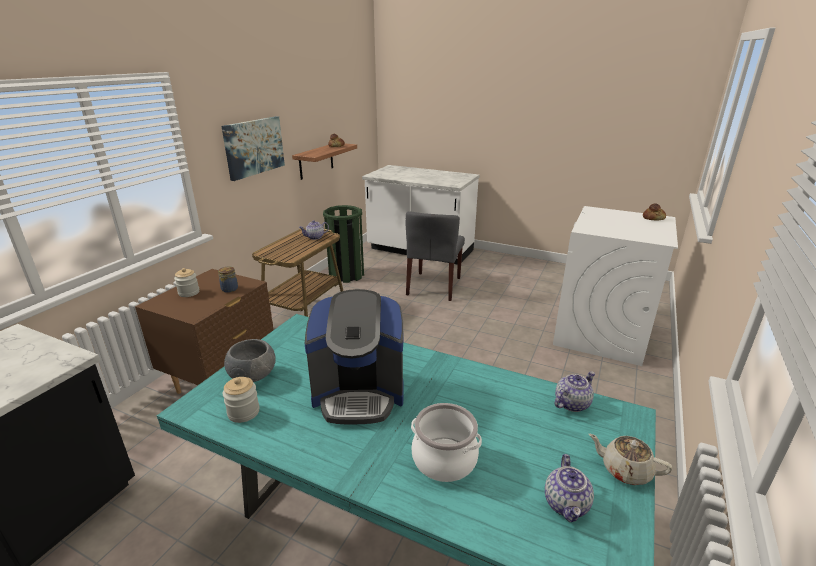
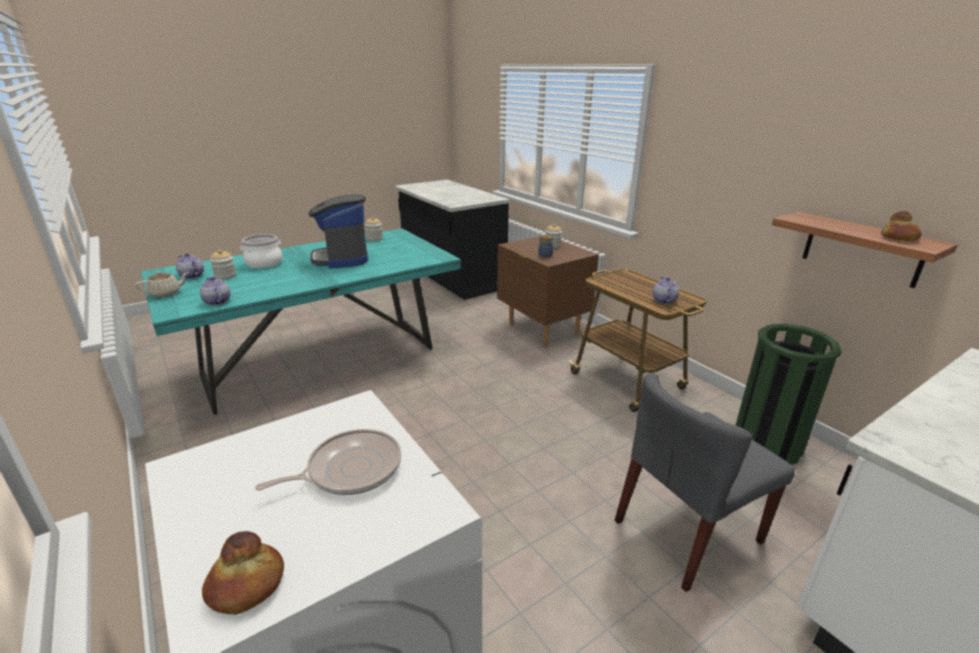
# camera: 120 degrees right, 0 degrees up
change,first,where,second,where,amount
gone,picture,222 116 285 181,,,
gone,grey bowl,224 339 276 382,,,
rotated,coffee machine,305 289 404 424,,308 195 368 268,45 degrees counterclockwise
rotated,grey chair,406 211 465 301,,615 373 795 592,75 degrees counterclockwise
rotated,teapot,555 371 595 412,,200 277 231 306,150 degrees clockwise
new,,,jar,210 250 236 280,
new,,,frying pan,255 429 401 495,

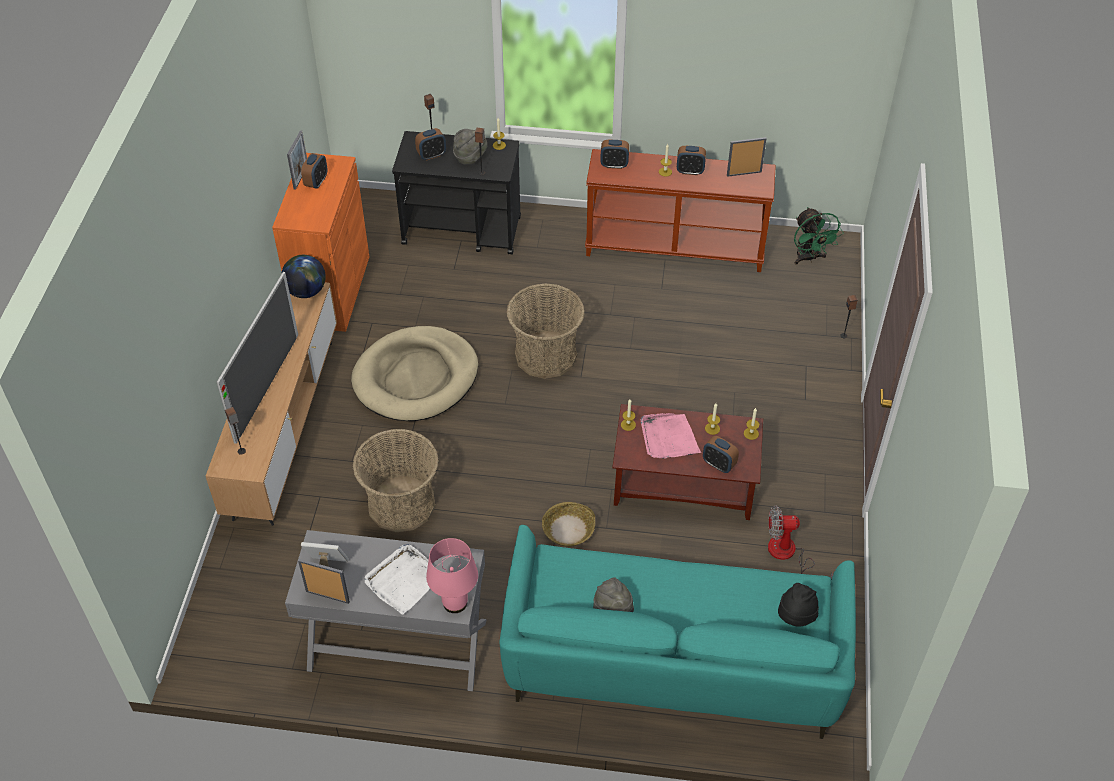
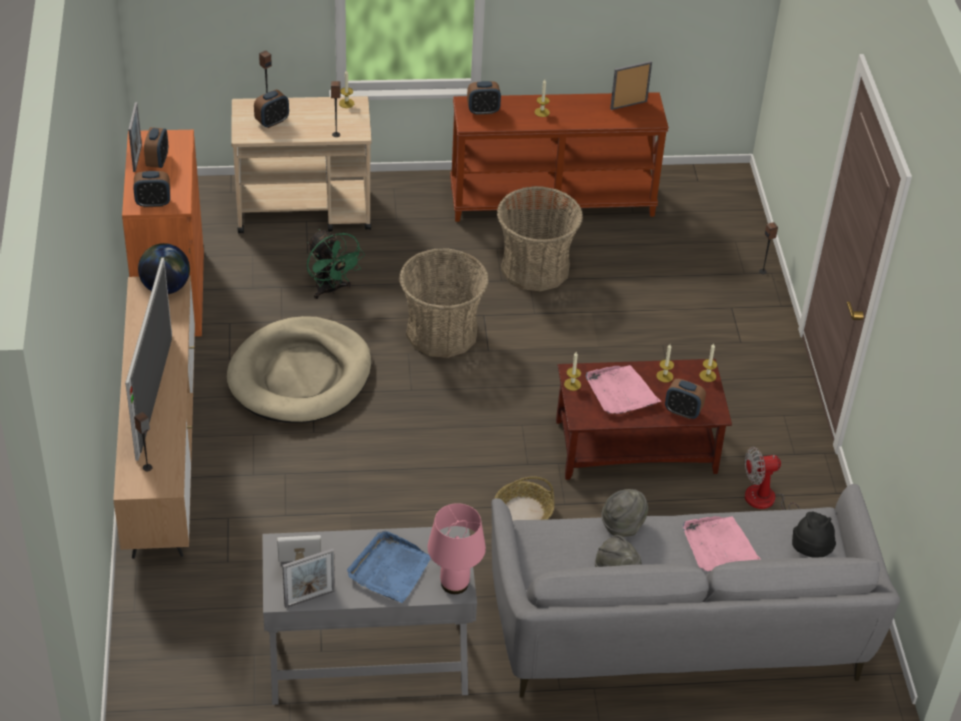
# camera: 15 degrees left, 5 degrees down
change,first,where,second,where,amount
rotated,picture frame,298 559 350 604,,282 549 335 608,150 degrees clockwise
shifted,basket,352 429 439 532,,497 186 583 291,
repainted,white tray,365 544 437 615,blue tray,347 531 431 603,
repainted,black cart,392 131 521 255,beige cart,231 96 372 233,
shifted,grey hat,453 129 487 164,,601 489 648 537,
repainted,turquoise sofa,499 525 856 739,grey sofa,491 484 900 698,
shifted,alarm clock,677 146 706 175,,134 171 170 207,
shifted,green fan,794 207 843 264,,307 229 365 299,
new,,,pink tray,682 516 761 571,

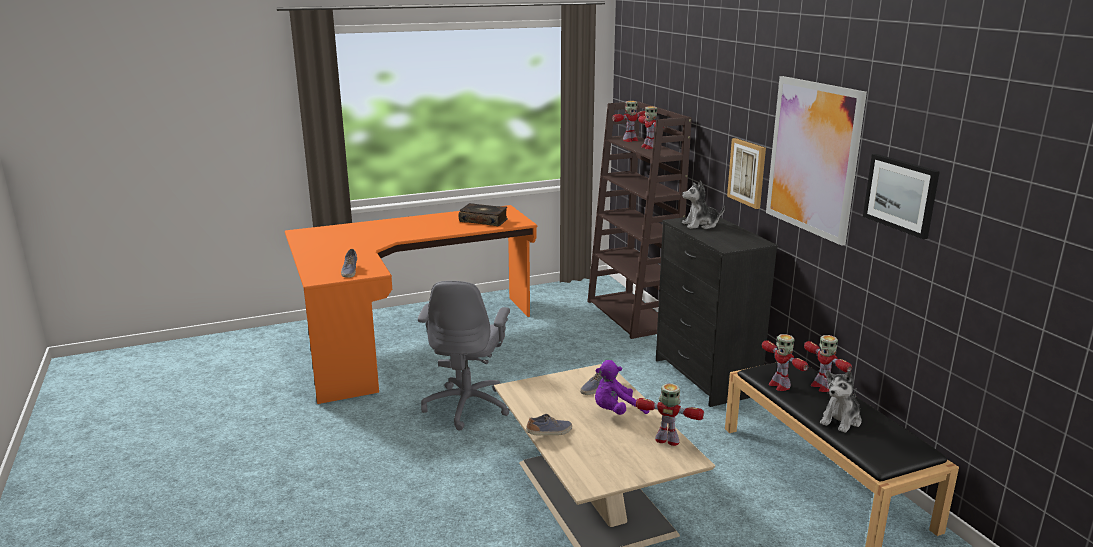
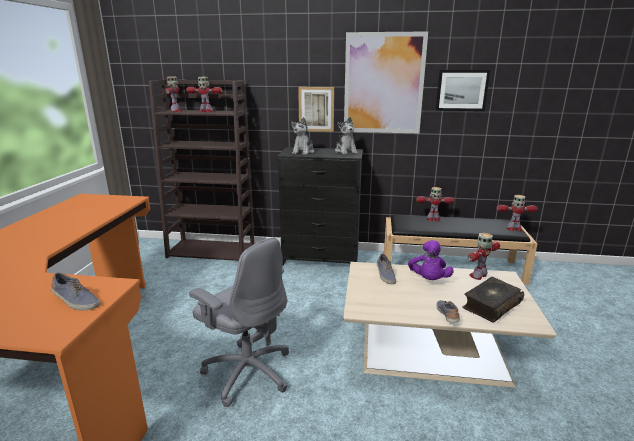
# camera: 60 degrees left, 0 degrees up
change,first,where,second,where,amount
shifted,book,459 203 508 226,,462 277 524 323,
shifted,toy robot,762 334 808 391,,497 195 538 231,
shifted,plush toy,820 370 861 433,,335 117 358 154,

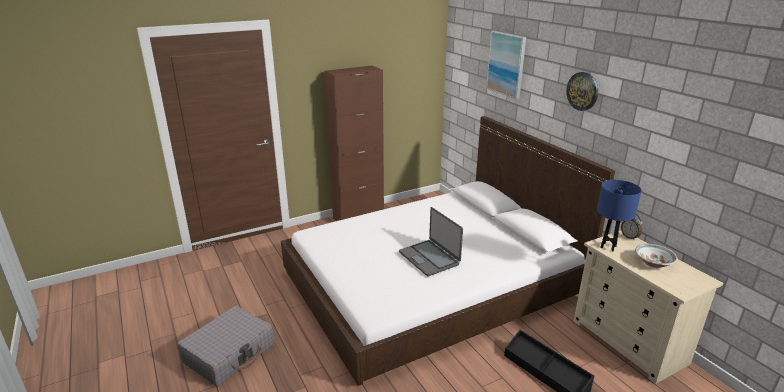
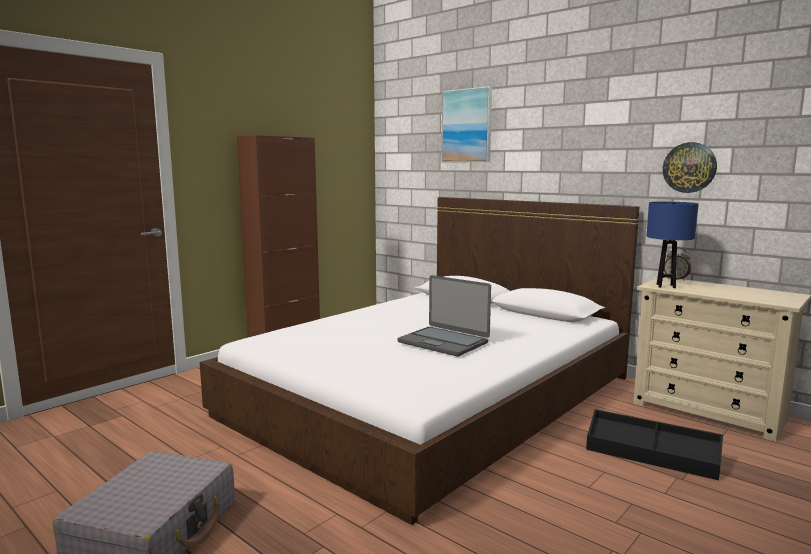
# camera: 20 degrees left, 15 degrees down
change,first,where,second,where,amount
shifted,wall clock,566 72 598 111,,663 142 717 193,
gone,bowl,635 244 678 268,,,

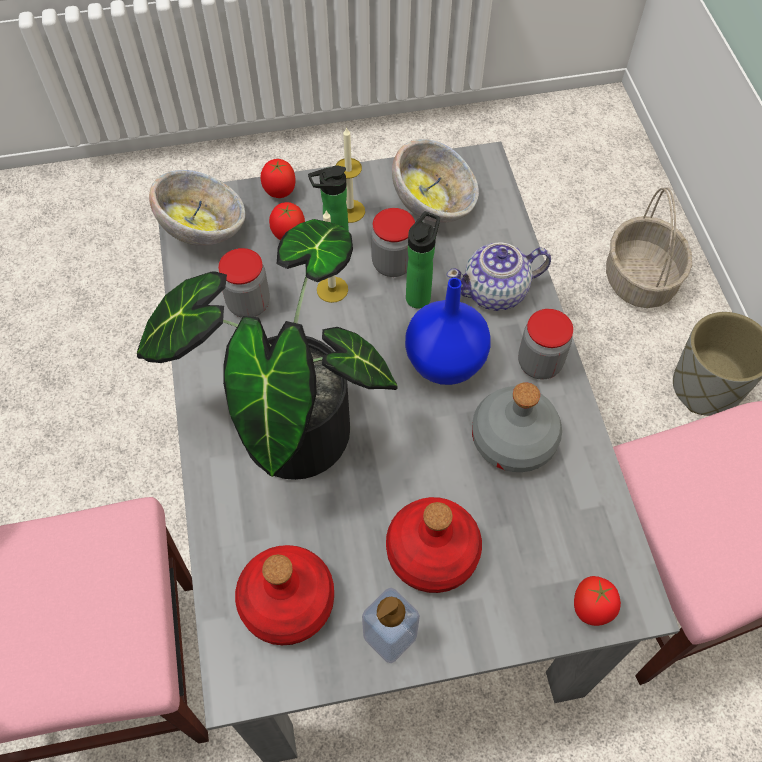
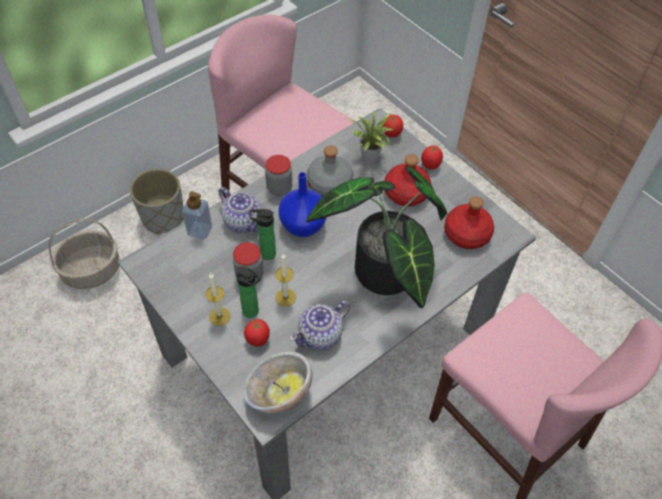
# camera: 120 degrees left, 5 degrees down
change,first,where,second,where,amount
swapped,jar,218 248 270 318,teapot,289 301 350 350,
shifted,tomato,261 159 295 198,,421 145 443 169,
shifted,soap dispenser,362 588 420 664,,182 191 212 239,
gone,bowl,392 139 479 223,,,
new,,,potted plant,346 110 393 163,

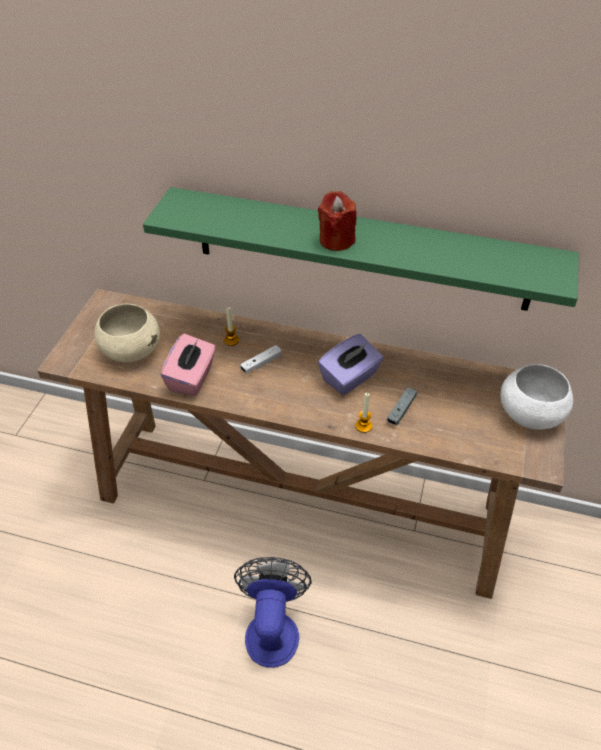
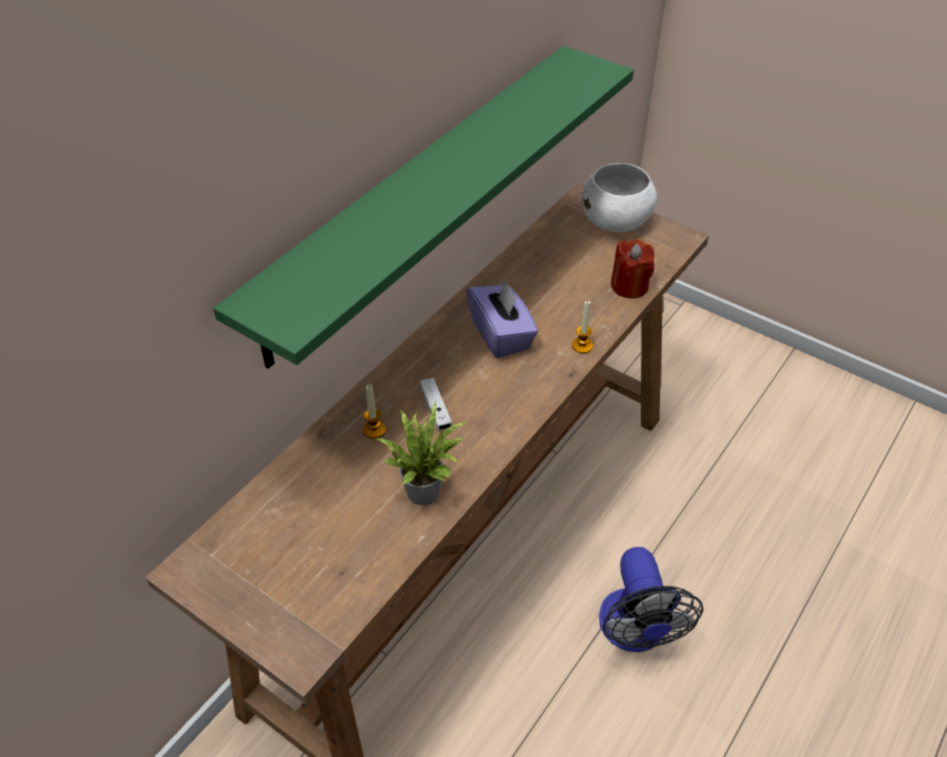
# camera: 70 degrees left, 0 degrees up
change,first,where,second,where,amount
gone,beige bowl,94 303 160 362,,,
swapped,pink tissue box,161 334 216 396,potted plant,374 402 466 506,
rotated,fan,234 557 312 668,,599 547 703 652,120 degrees counterclockwise
shifted,red candle,318 191 357 251,,611 239 654 299,
gone,grey game controller,387 387 417 425,,,

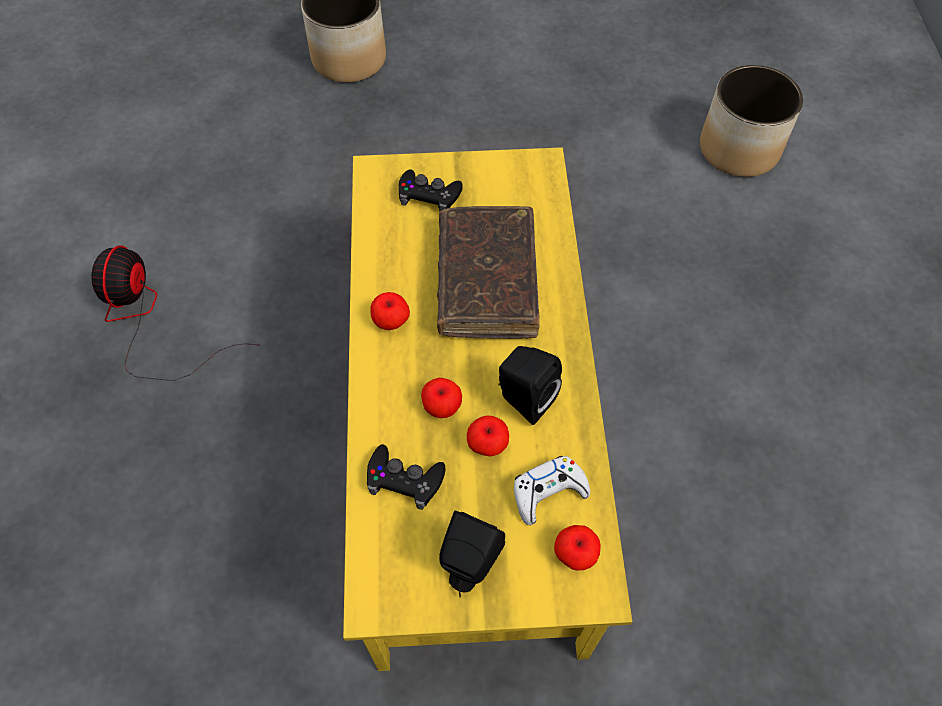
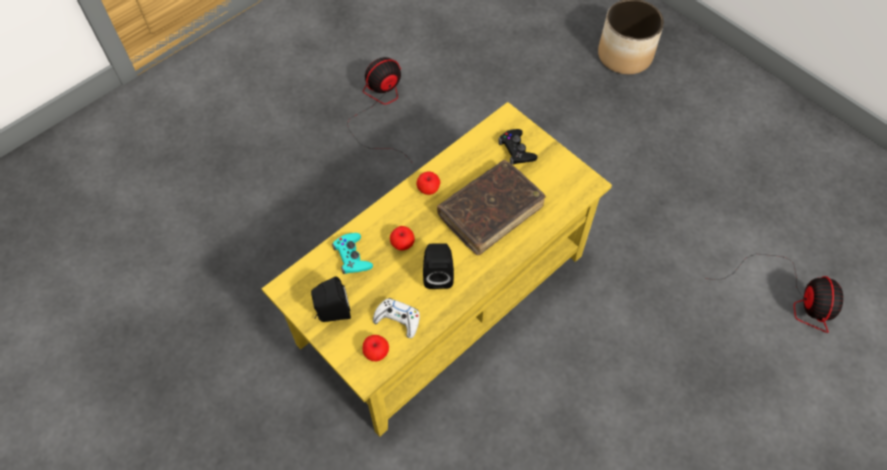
# camera: 50 degrees right, 0 degrees up
change,first,where,second,where,amount
repainted,black game controller,367 444 445 510,turquoise game controller,332 233 373 274,
gone,apple,467 416 509 456,,,
swapped,planter,700 65 803 177,fan,705 254 843 333,

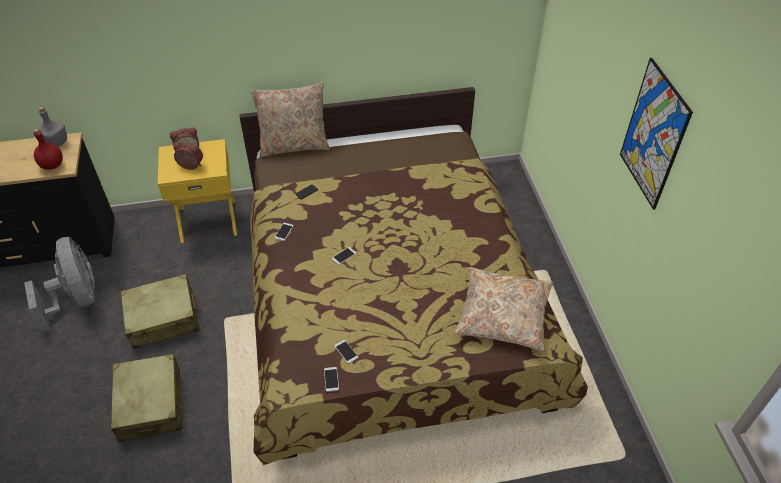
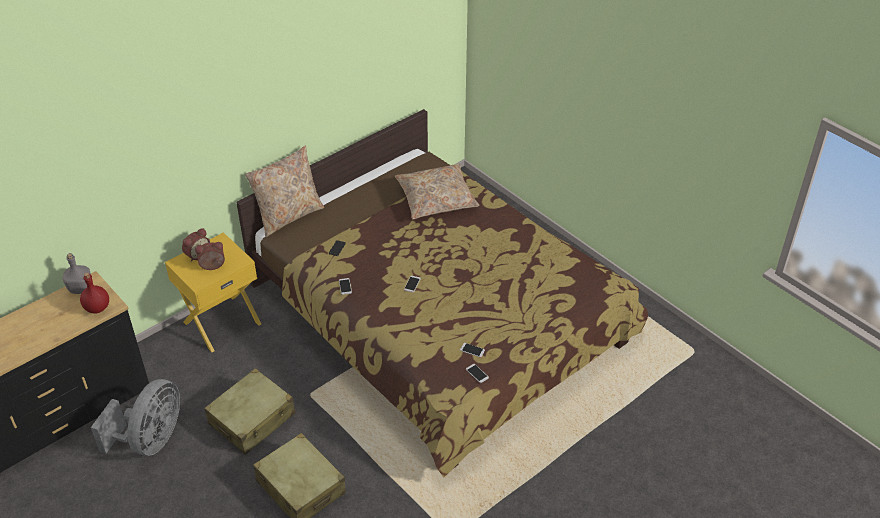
# camera: 30 degrees left, 5 degrees down
change,first,where,second,where,amount
rotated,grey fan,24 237 95 332,,91 379 180 456,75 degrees clockwise
shifted,beige pillow,454 267 553 351,,395 164 480 219,
gone,picture,620 58 693 210,,,

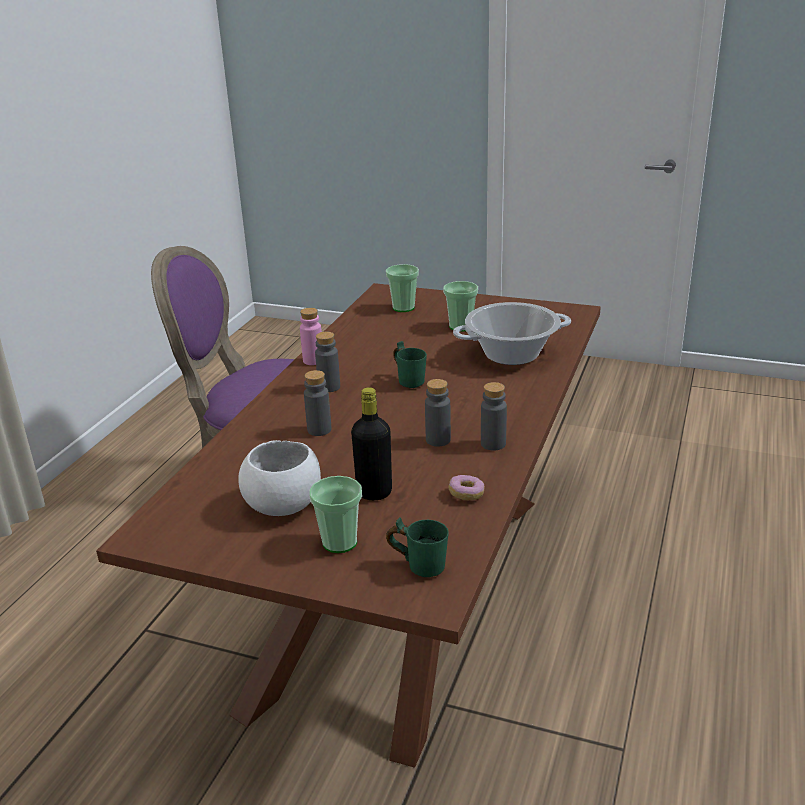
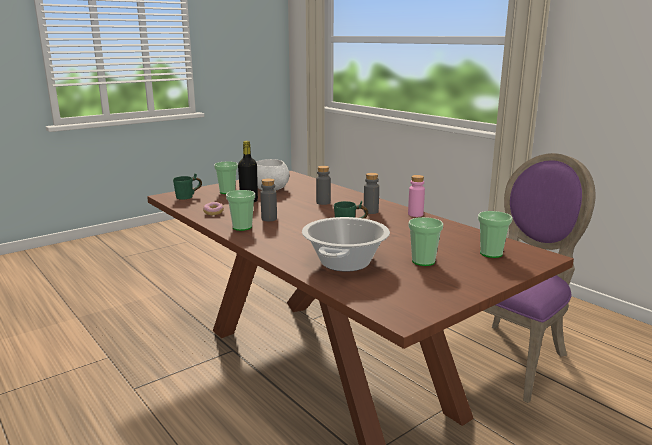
# camera: 120 degrees right, 10 degrees down
change,first,where,second,where,amount
swapped,grey bottle,481 382 507 451,cup,226 190 255 231,

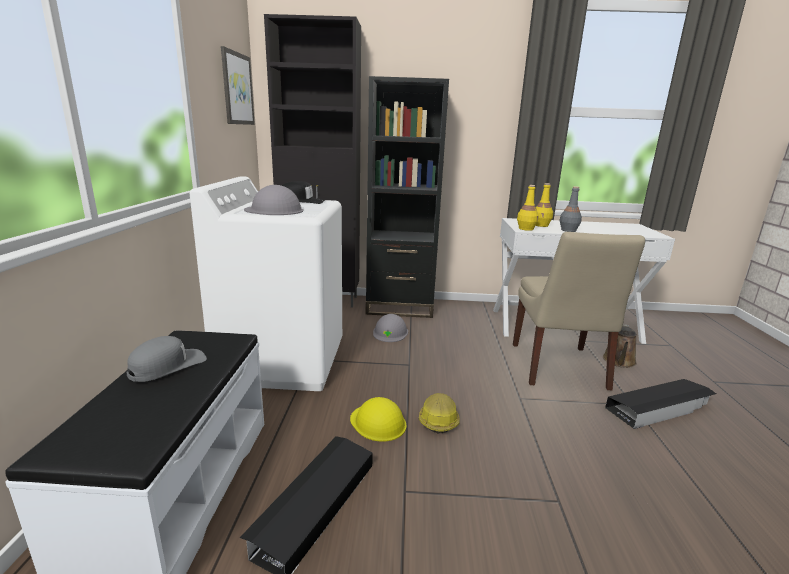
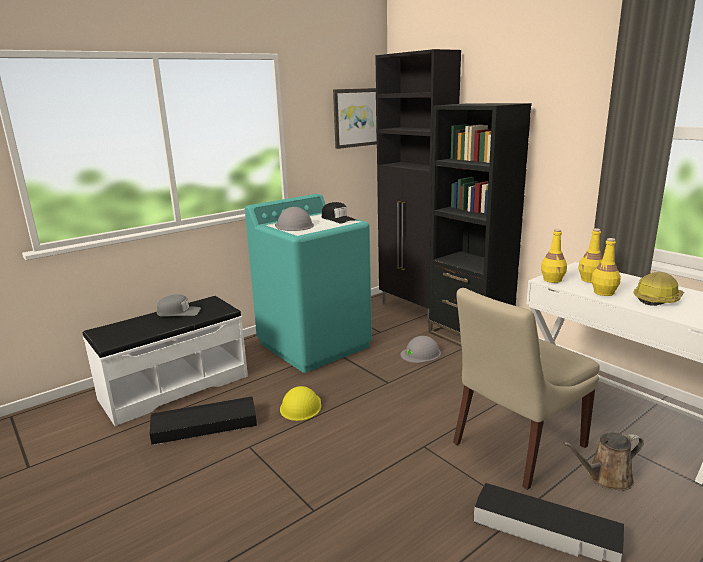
# camera: 50 degrees right, 0 degrees up
change,first,where,second,where,amount
repainted,white washing machine,190 176 342 391,turquoise washing machine,245 194 372 373,
shifted,hard hat,419 393 460 434,,634 272 684 306,
repainted,grey bottle,559 186 582 232,yellow bottle,591 238 621 296,

